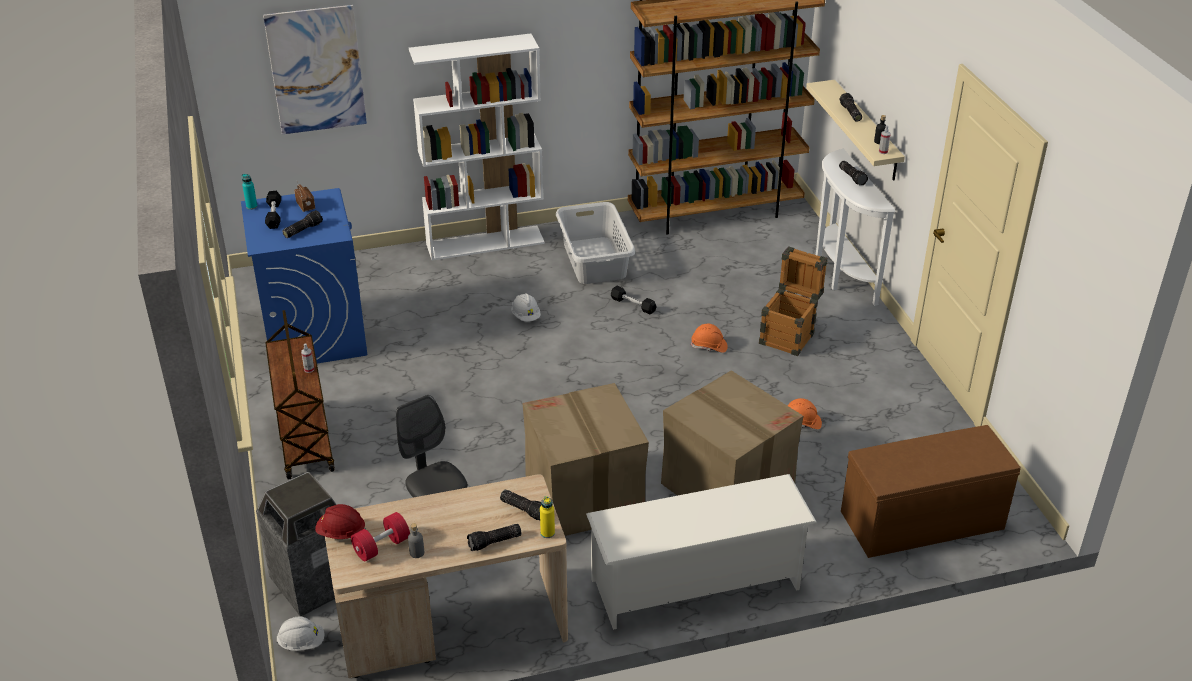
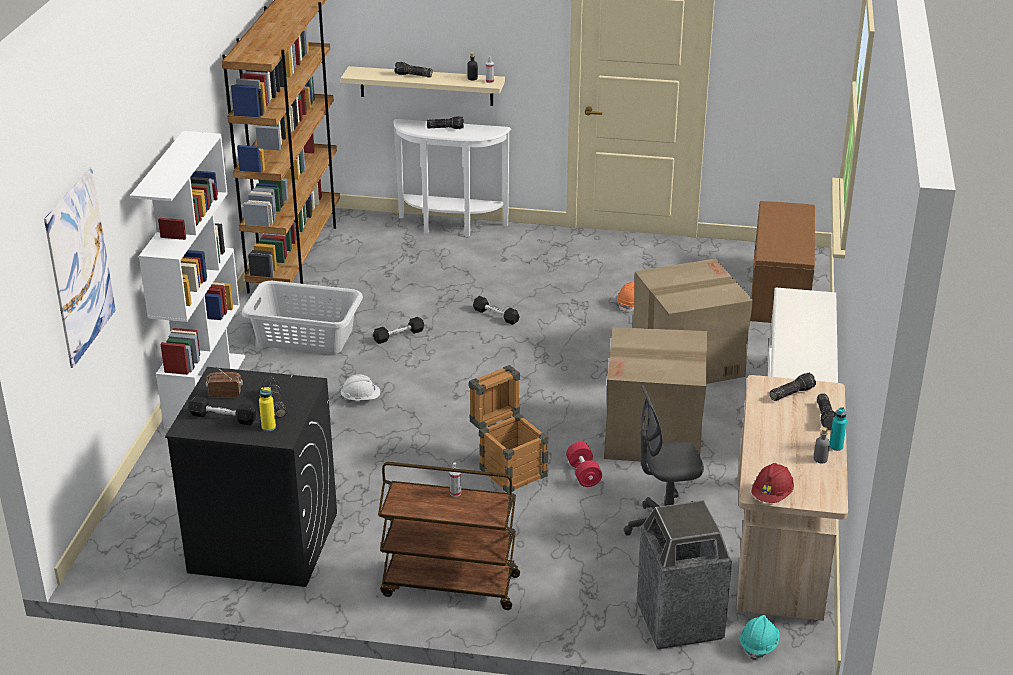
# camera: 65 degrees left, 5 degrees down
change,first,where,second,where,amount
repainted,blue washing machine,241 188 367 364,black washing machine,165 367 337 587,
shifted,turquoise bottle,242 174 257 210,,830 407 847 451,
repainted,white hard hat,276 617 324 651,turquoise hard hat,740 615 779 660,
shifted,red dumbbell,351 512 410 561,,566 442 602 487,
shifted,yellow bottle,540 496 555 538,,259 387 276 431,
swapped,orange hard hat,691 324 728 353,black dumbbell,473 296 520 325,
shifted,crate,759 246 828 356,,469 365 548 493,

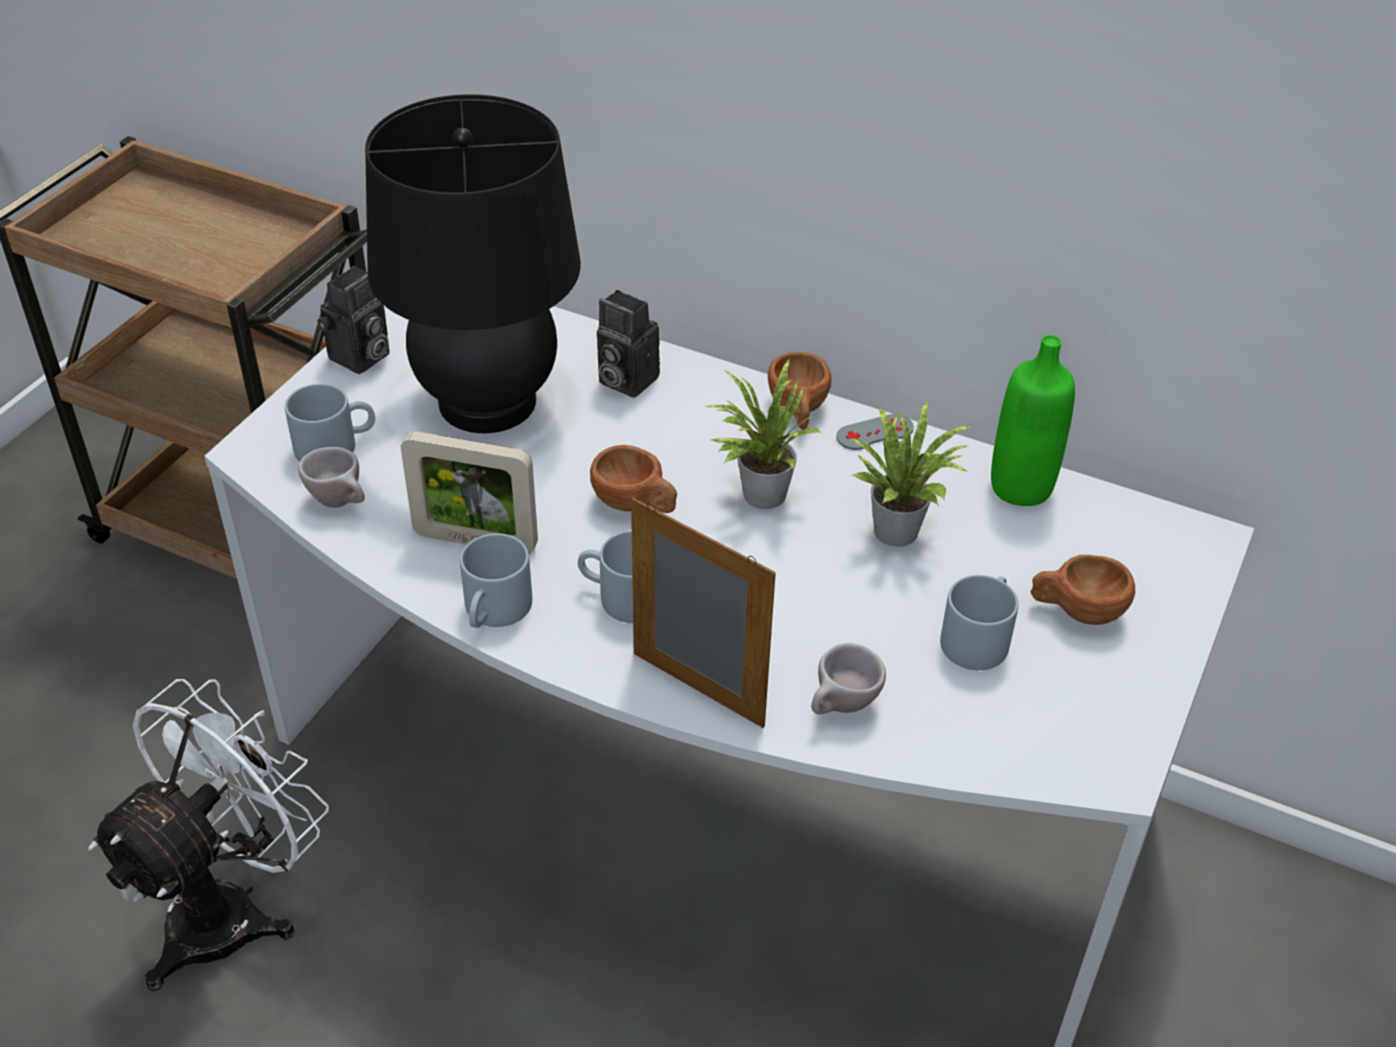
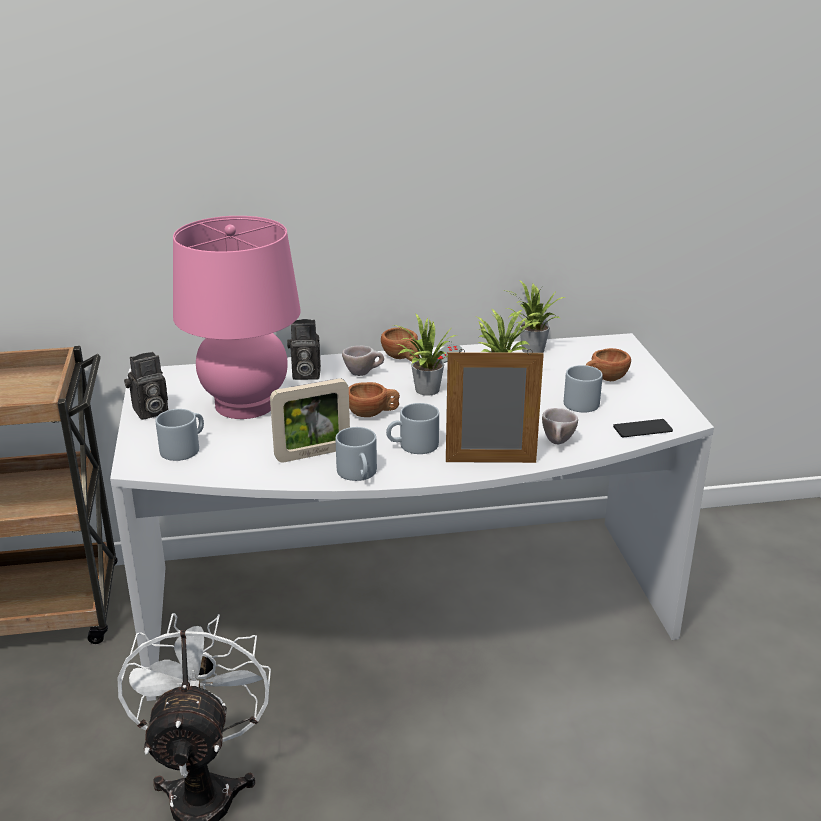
# camera: 35 degrees left, 15 degrees down
change,first,where,second,where,amount
shifted,beige cup,298 447 365 508,,342 345 384 376,
rotated,photo camera,317 266 390 374,,124 352 168 420,60 degrees clockwise
repainted,black table lamp,365 94 581 433,pink table lamp,173 216 301 419,
swapped,green bottle,991 335 1075 506,potted plant,507 280 565 353,
new,,,phone,613 419 673 437,

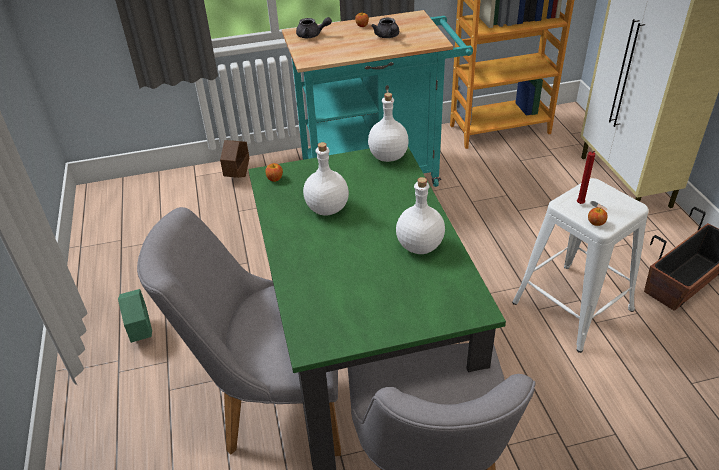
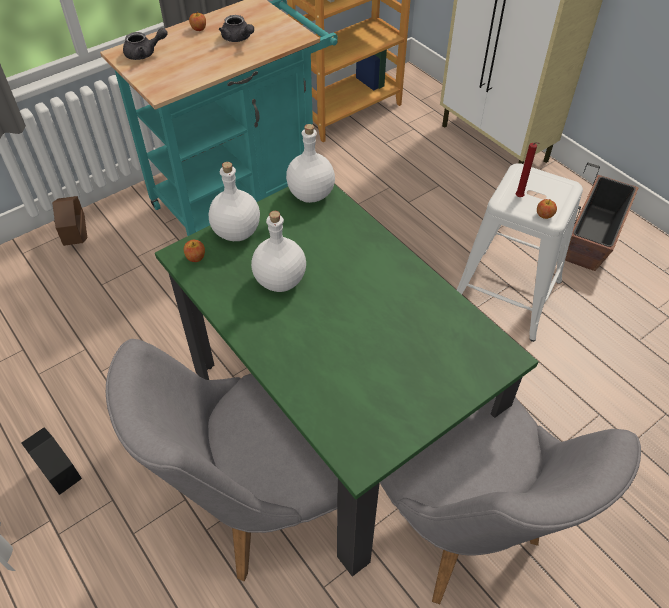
# camera: 25 degrees left, 10 degrees up
change,first,where,second,where,amount
repainted,green planter,118 289 152 343,black planter,21 428 82 495,
shifted,white bottle,396 177 445 254,,209 162 260 241,

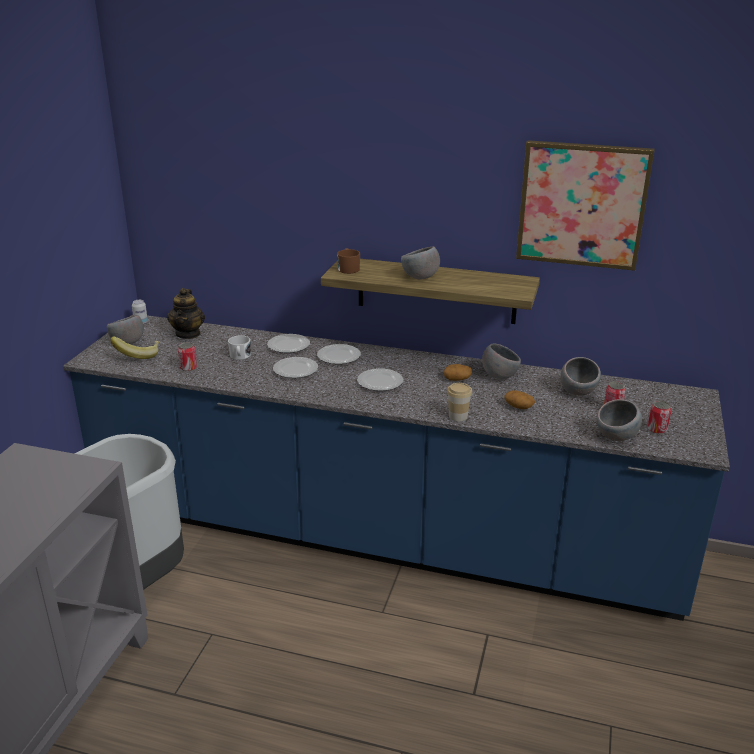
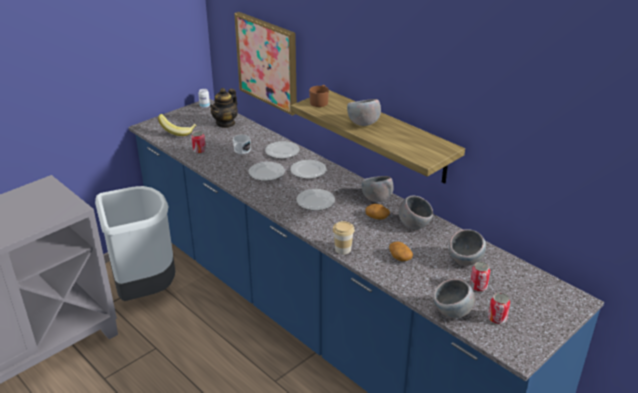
# camera: 30 degrees right, 5 degrees up
change,first,where,second,where,amount
shifted,grey bowl,107 315 144 344,,361 176 394 202,
shifted,picture,516 140 654 271,,234 12 297 116,

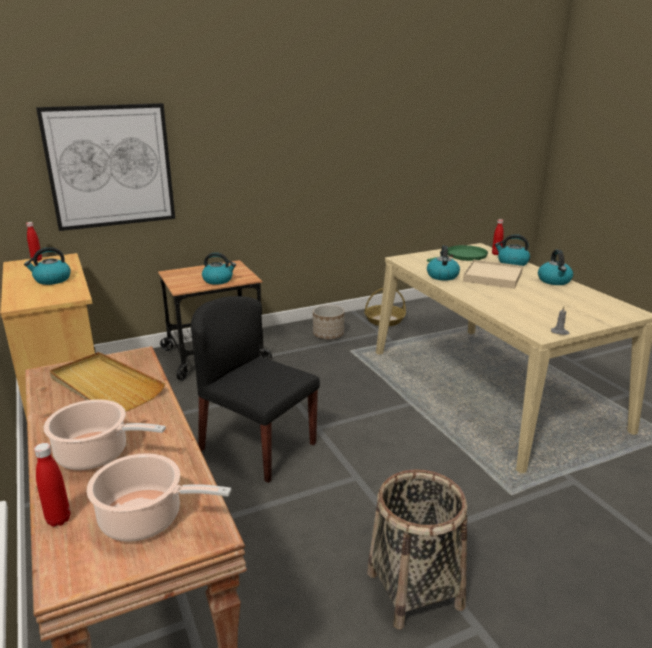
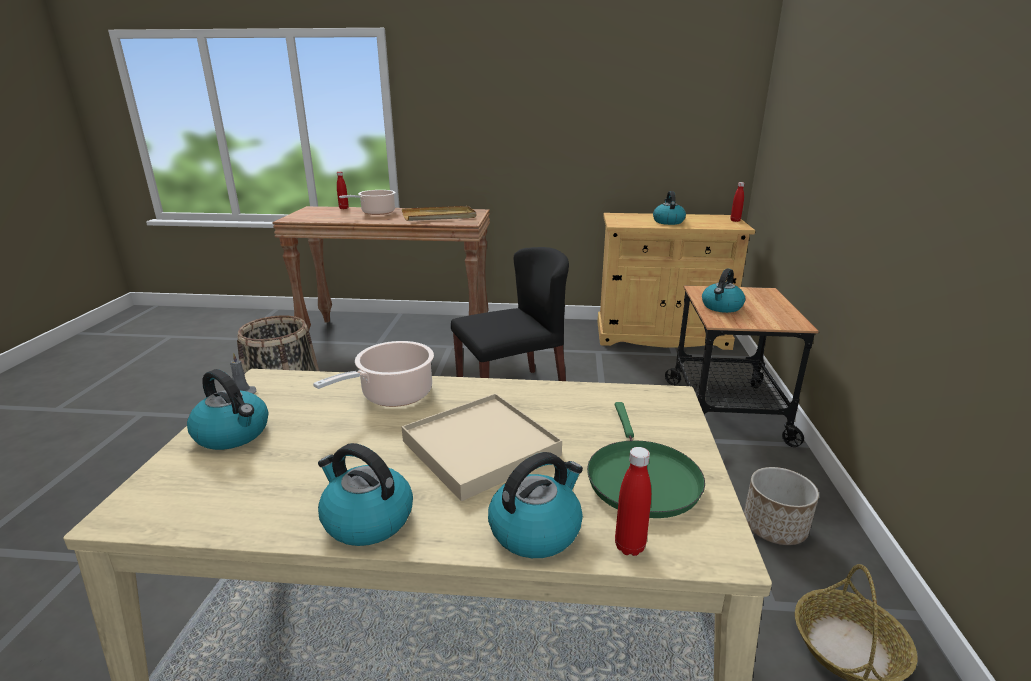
# camera: 120 degrees right, 0 degrees up
change,first,where,second,where,amount
gone,picture,36 103 175 231,,,
shifted,cooking pot,87 453 232 542,,313 341 434 407,
shifted,kettle,427 246 460 281,,187 369 269 450,

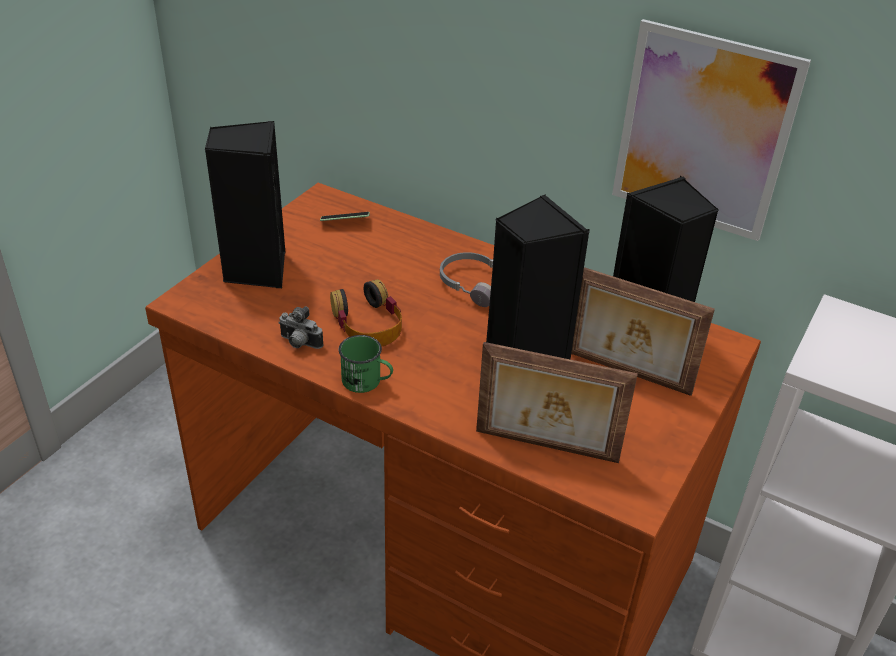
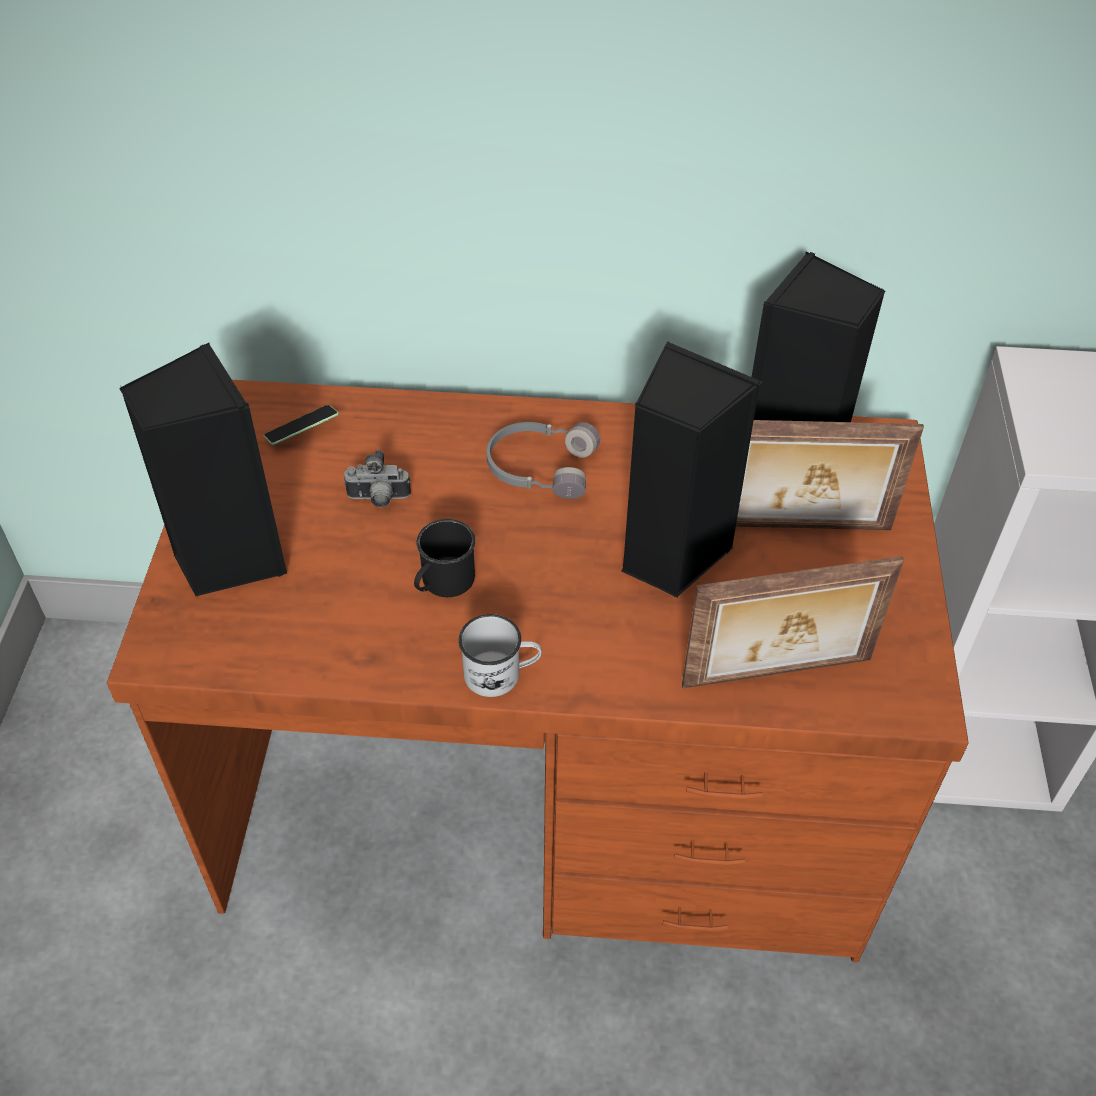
# camera: 25 degrees left, 10 degrees up
change,first,where,second,where,amount
shifted,photo camera,278 306 323 349,,343 450 411 507,
swapped,headphones,330 279 402 347,black mug,414 519 475 597,
repainted,green mug,339 335 393 393,white mug,459 614 542 697,
gone,picture,612 19 811 241,,,

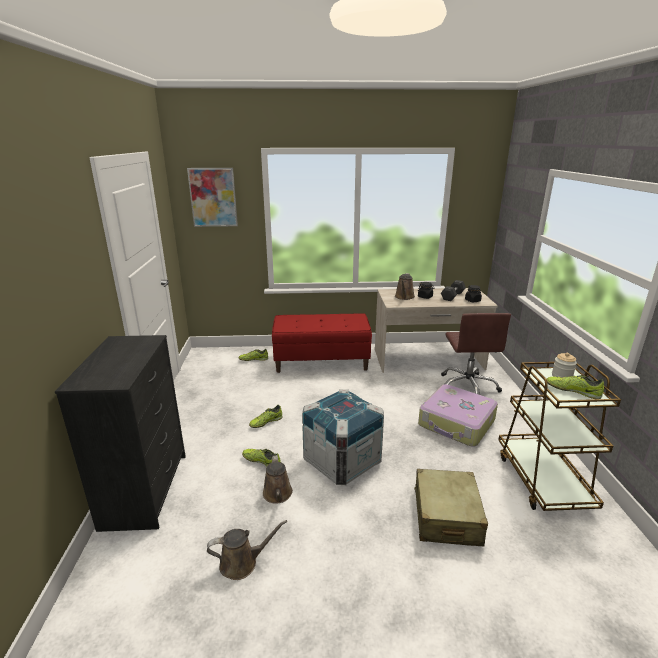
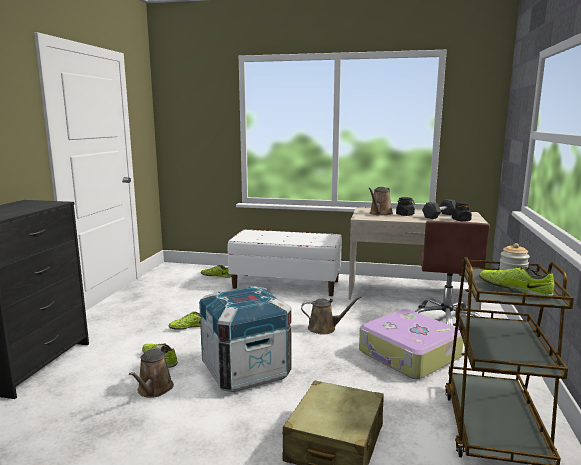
# camera: 15 degrees right, 10 degrees down
change,first,where,second,where,amount
gone,picture,187 168 238 227,,,
shifted,brown watering can,207 520 287 580,,301 296 362 335,
repainted,red bench,272 313 372 373,white bench,228 230 342 296,

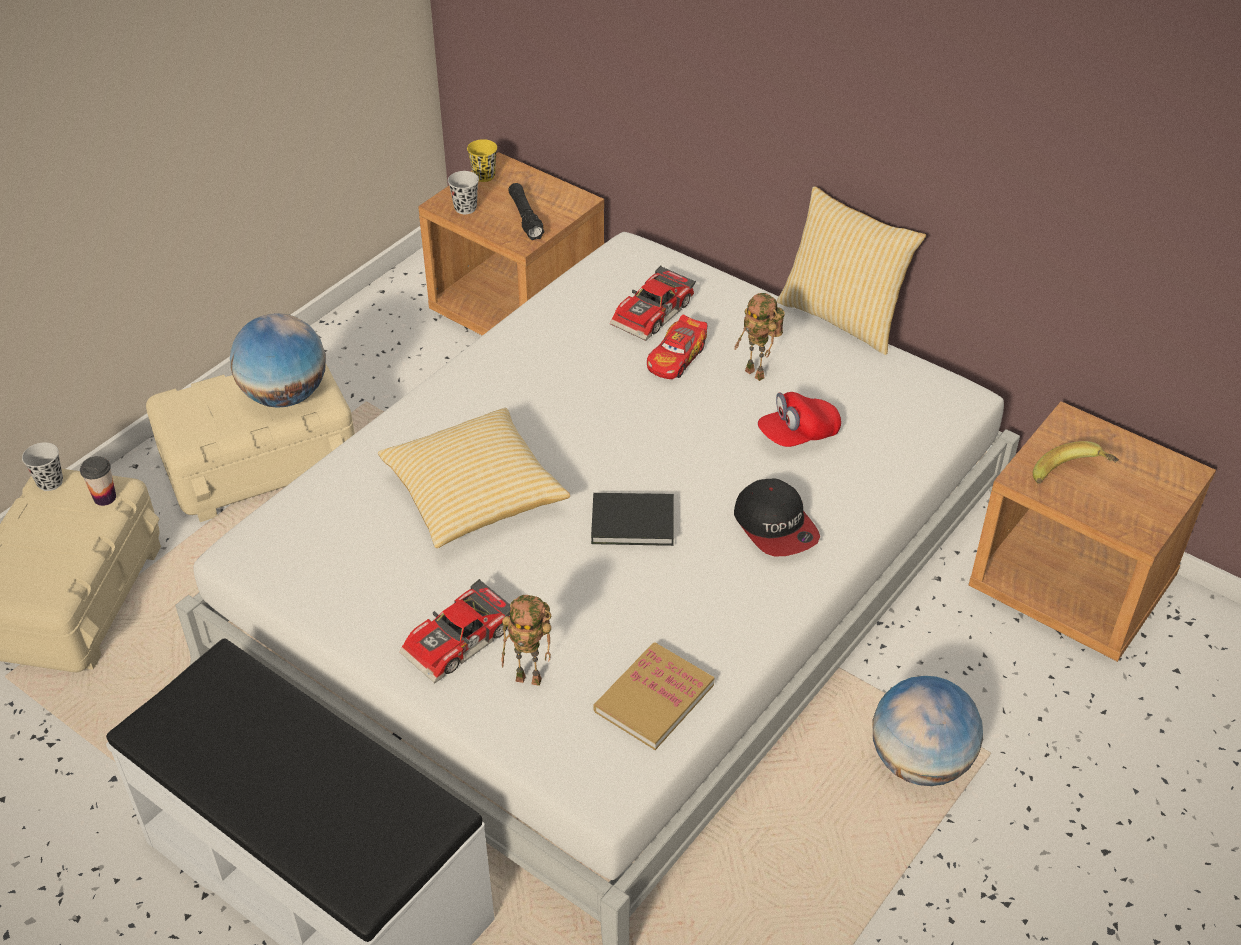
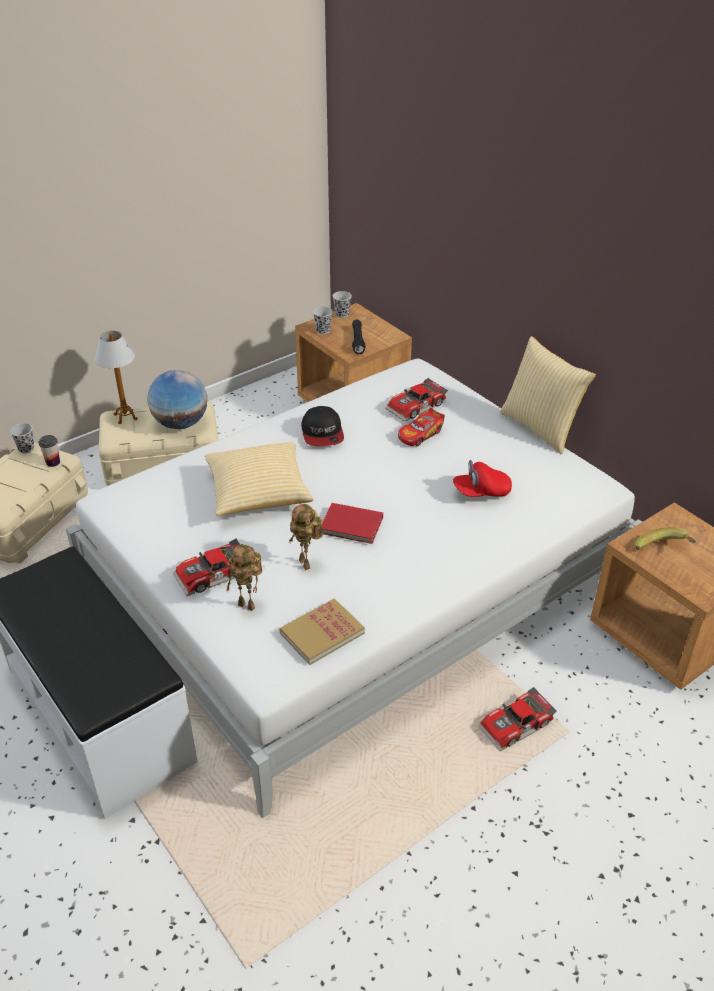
# camera: 15 degrees right, 5 degrees down
change,first,where,second,where,amount
repainted,yellow cup,467 139 497 182,black cup,333 291 352 318,
repainted,black book,591 493 674 546,red book,322 503 383 544,
shifted,toy robot,734 293 785 381,,288 504 323 570,
shifted,cap,734 479 820 556,,301 406 344 446,
swapped,globe,872 676 983 786,toy car,478 687 557 751,
new,,,table lamp,94 331 138 424,

